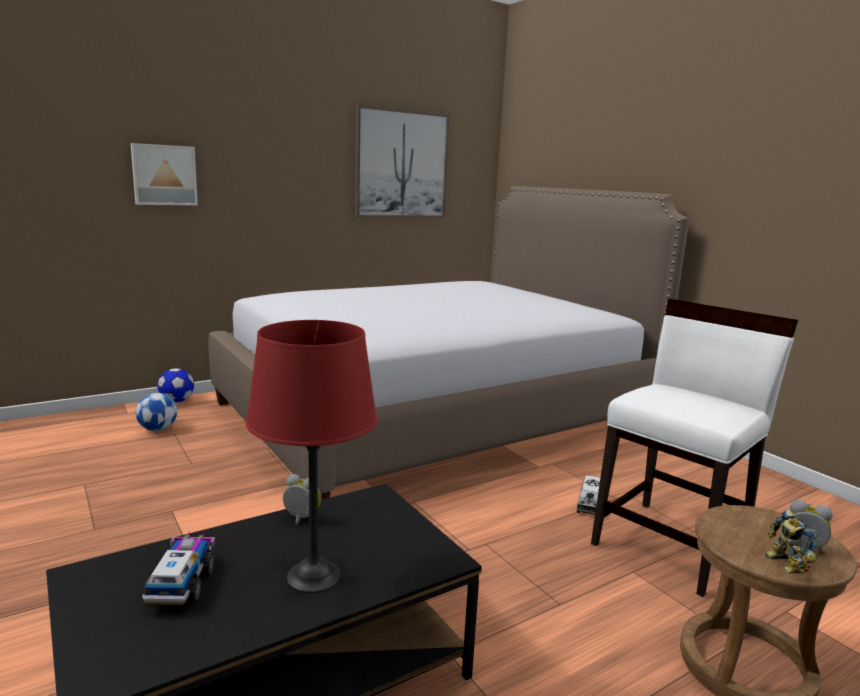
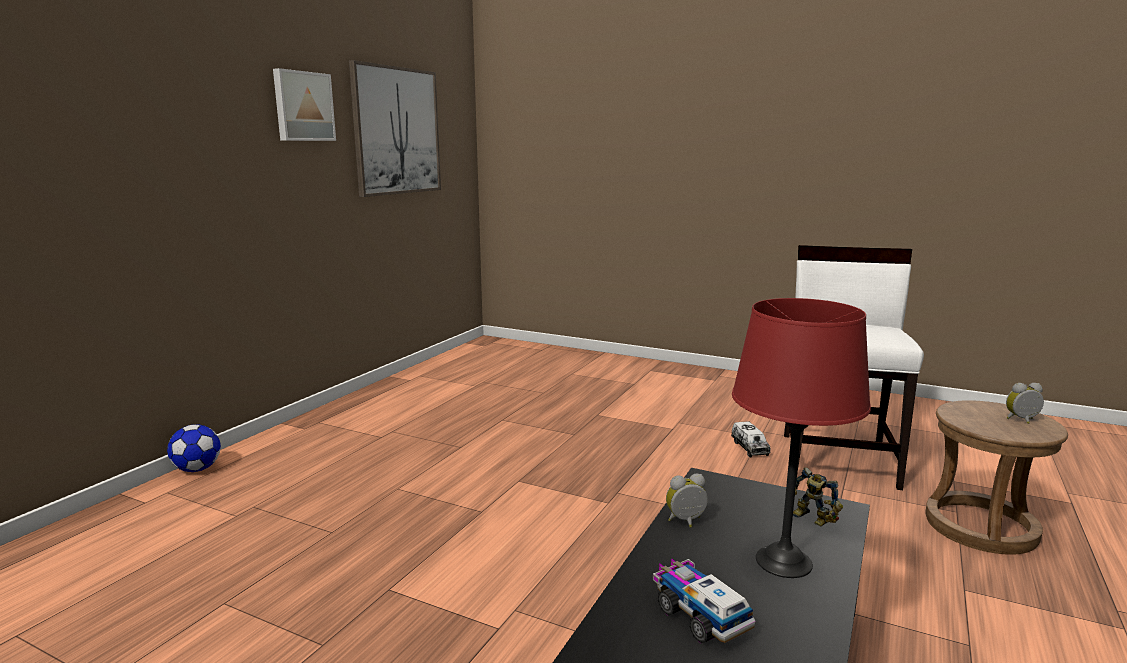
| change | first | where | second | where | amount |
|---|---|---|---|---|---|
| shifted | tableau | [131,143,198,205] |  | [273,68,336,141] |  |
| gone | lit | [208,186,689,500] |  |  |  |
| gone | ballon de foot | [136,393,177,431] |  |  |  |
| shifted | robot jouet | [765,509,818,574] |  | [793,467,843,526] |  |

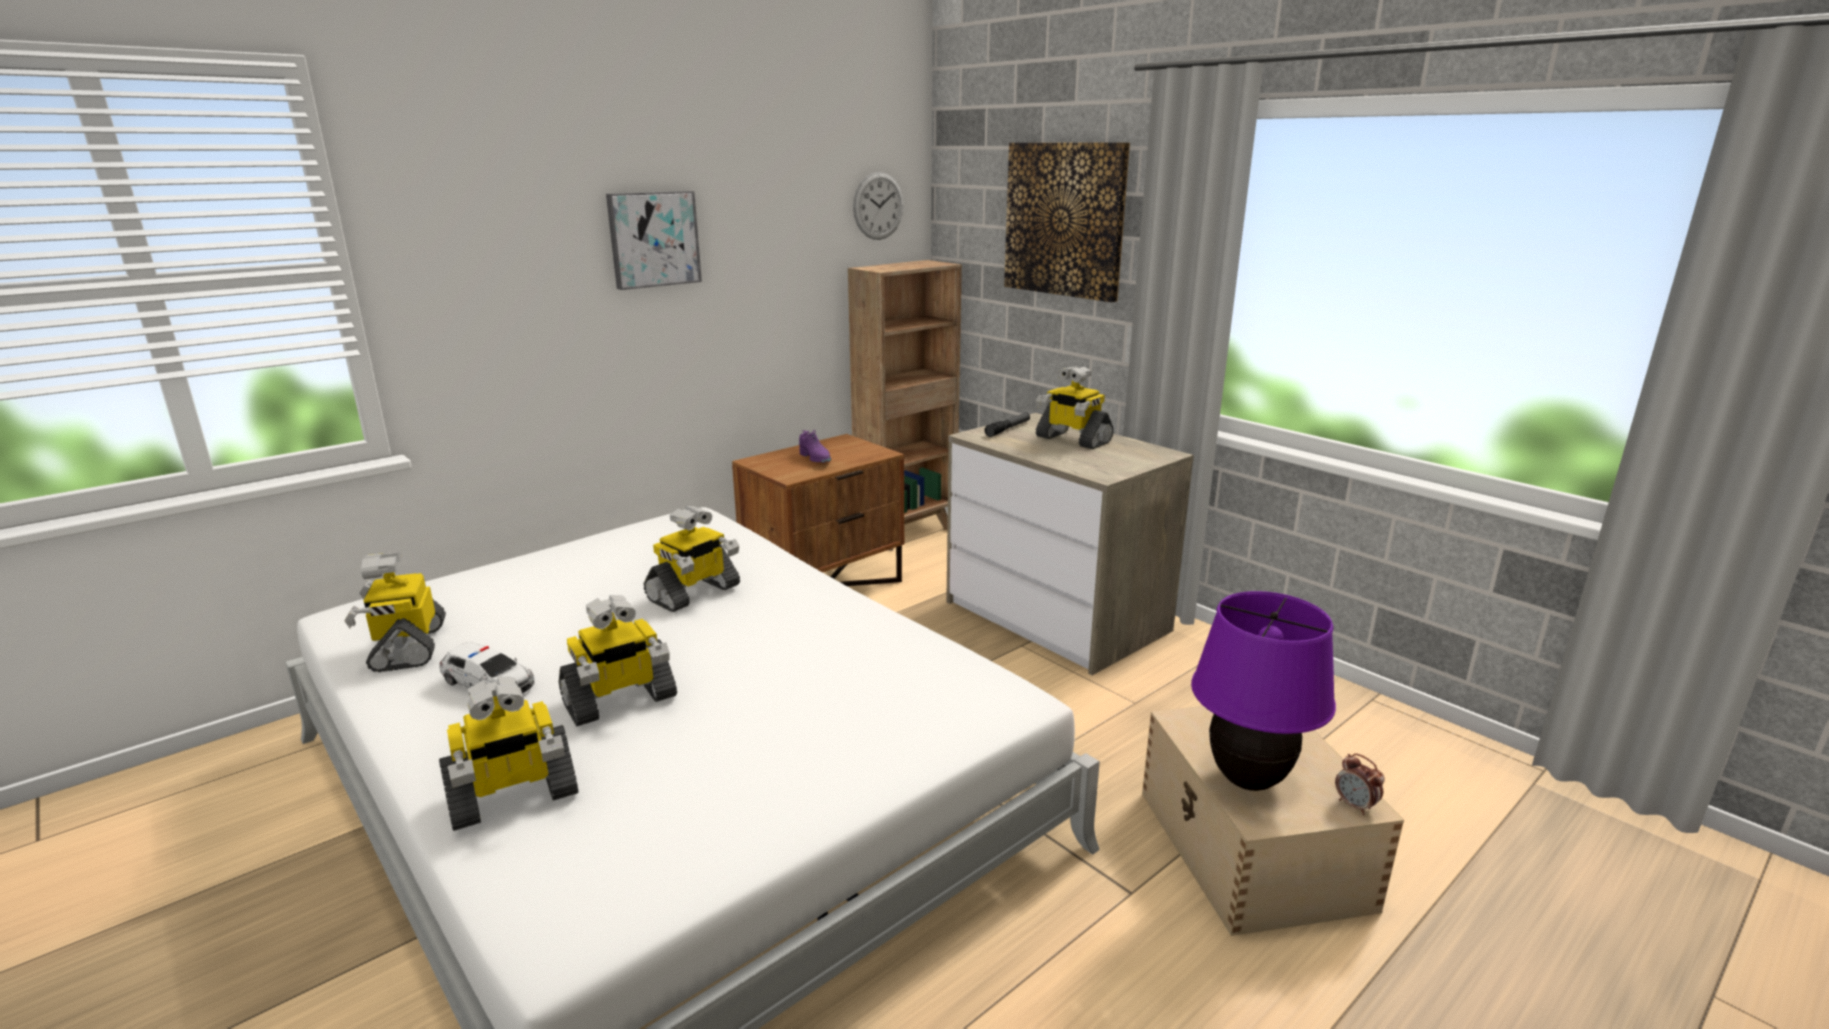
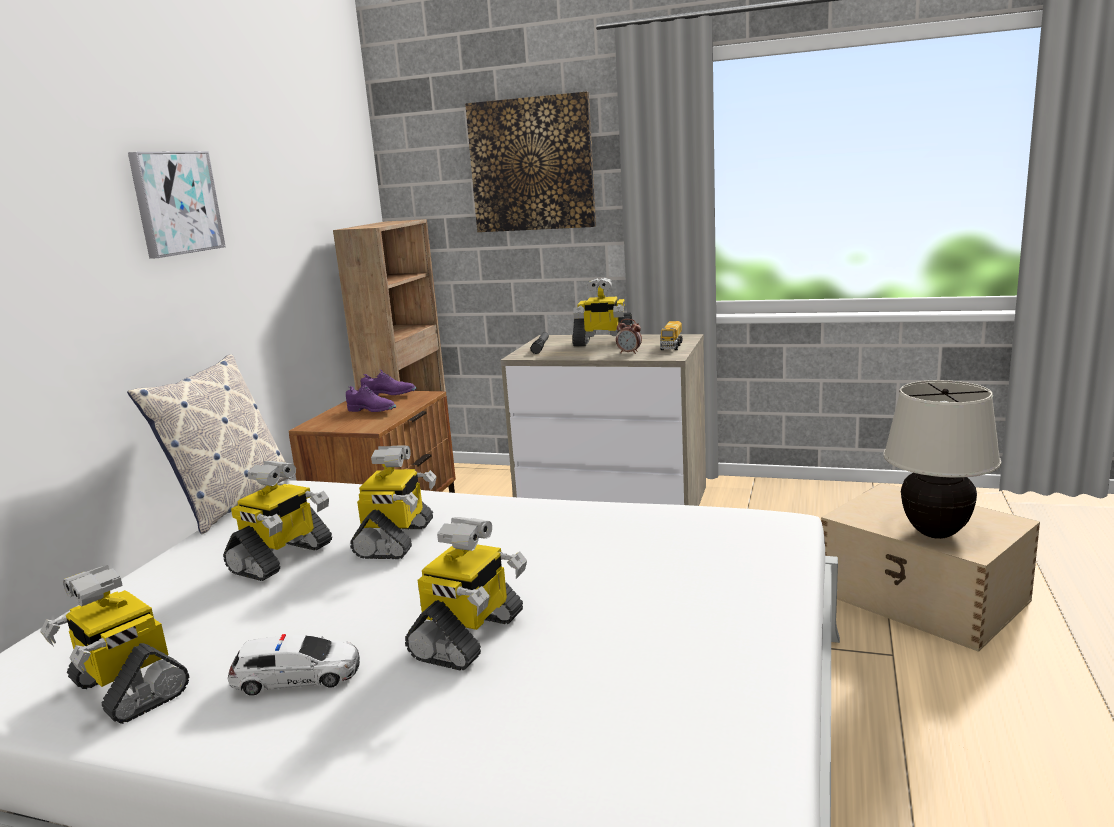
| change | first | where | second | where | amount |
|---|---|---|---|---|---|
| gone | horloge murale | [853,172,904,240] |  |  |  |
| repainted | lampe de table/violet | [1191,591,1336,791] | lampe de table/beige | [883,380,1001,539] |  |
| shifted | robot jouet | [439,676,578,831] |  | [223,461,332,581] |  |
| shifted | réveil | [1335,753,1385,815] |  | [616,319,642,354] |  |
| new |  |  | camion jouet | [660,321,682,350] |  |
| new |  |  | coussin | [127,354,293,534] |  |
| new |  |  | chaussure/violet | [361,369,417,395] |  |

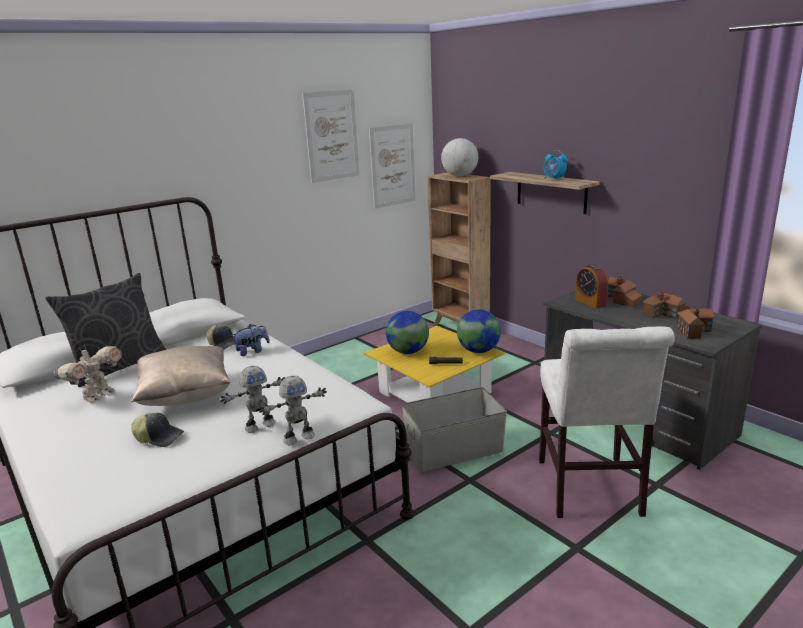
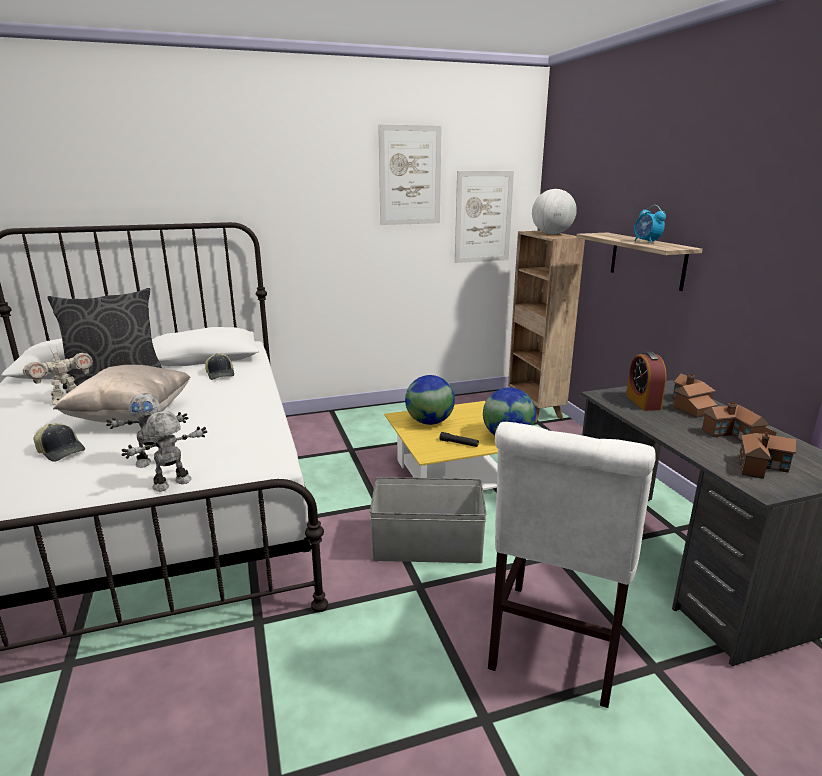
| change | first | where | second | where | amount |
|---|---|---|---|---|---|
| gone | peluche | [232,324,270,356] |  |  |  |
| rotated | robot jouet | [259,376,327,445] |  | [121,411,207,492] | 150 degrees clockwise |

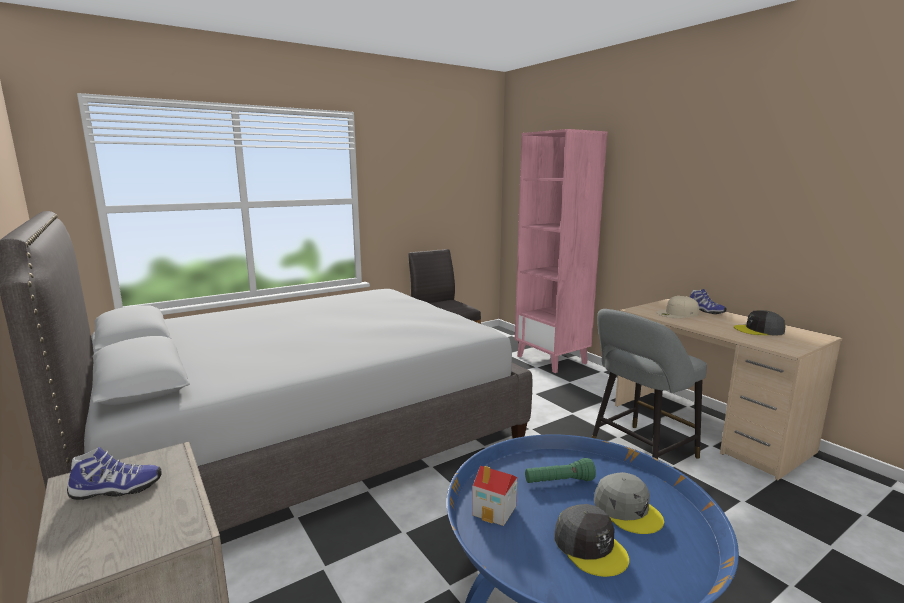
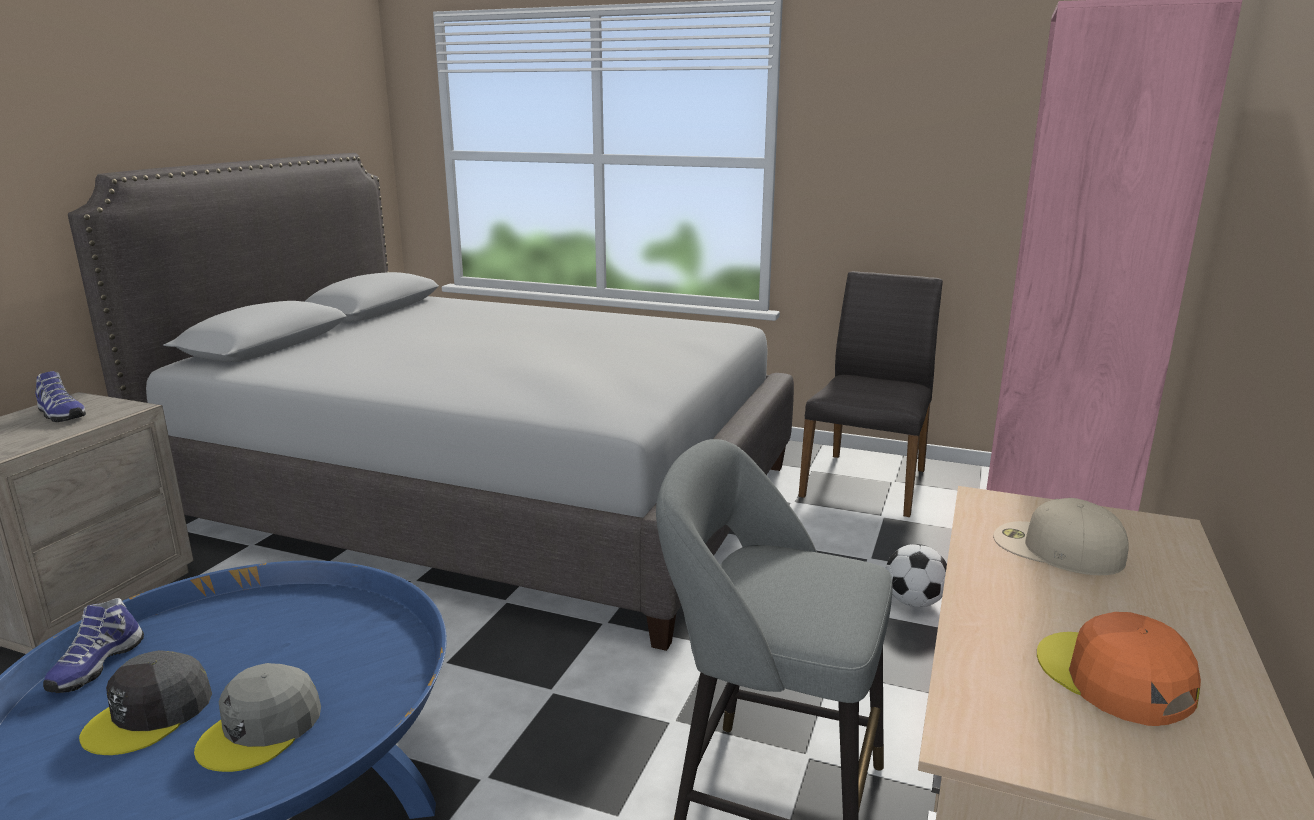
| change | first | where | second | where | amount |
|---|---|---|---|---|---|
| shifted | chaussure | [690,289,727,314] |  | [43,598,144,693] |  |
| repainted | casquette/gris | [734,310,785,336] | casquette/orange | [1037,612,1201,726] |  |
| gone | lampe de poche/vert | [525,458,596,483] |  |  |  |
| gone | maison miniature | [472,466,517,526] |  |  |  |
| new |  |  | ballon de foot | [885,544,947,607] |  |

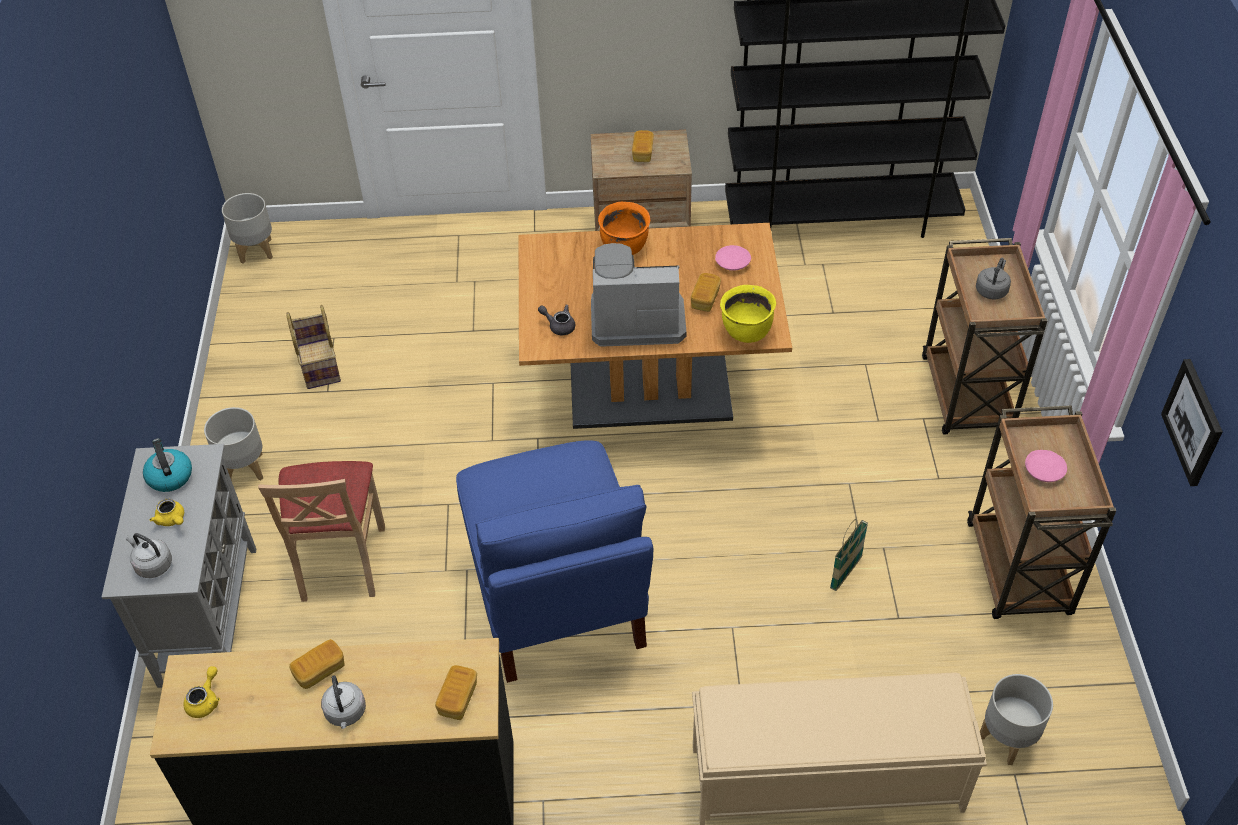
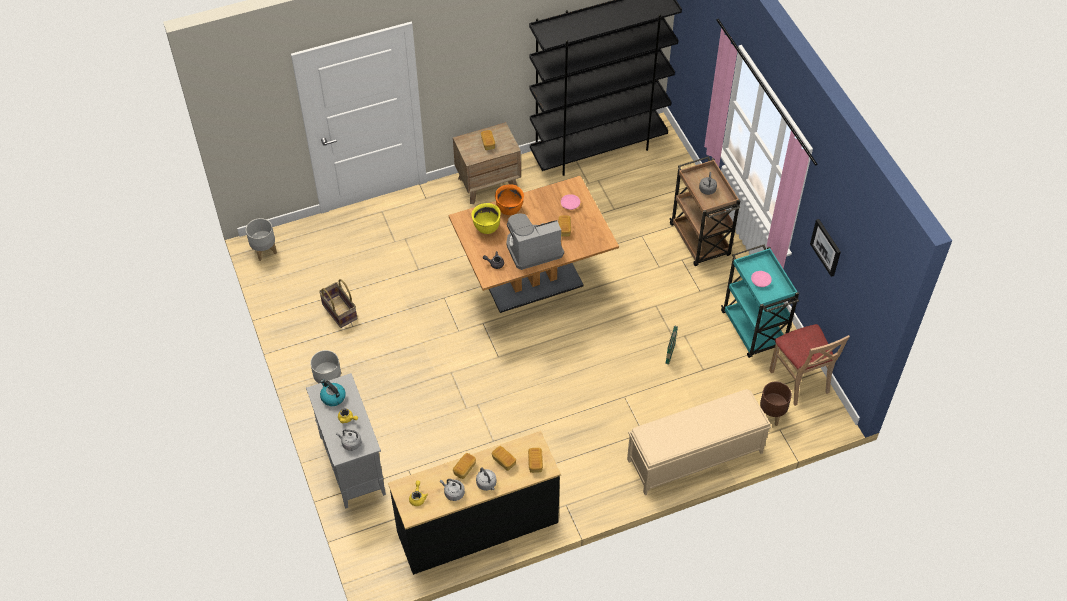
| change | first | where | second | where | amount |
|---|---|---|---|---|---|
| shifted | marmite/jaune | [720,285,776,343] |  | [471,203,501,234] |  |
| repainted | chariot/marron | [967,406,1116,619] | chariot/turquoise | [721,244,799,358] |  |
| gone | chaise/bleu | [456,441,654,683] |  |  |  |
| shifted | chaise/beige | [258,461,385,602] |  | [769,324,850,406] |  |
| repainted | cache-pot/gris | [980,674,1053,765] | cache-pot/marron | [760,381,792,426] |  |
| new |  |  | pain | [491,446,516,471] |  |
| new |  |  | bouilloire/gris | [440,479,465,501] |  |

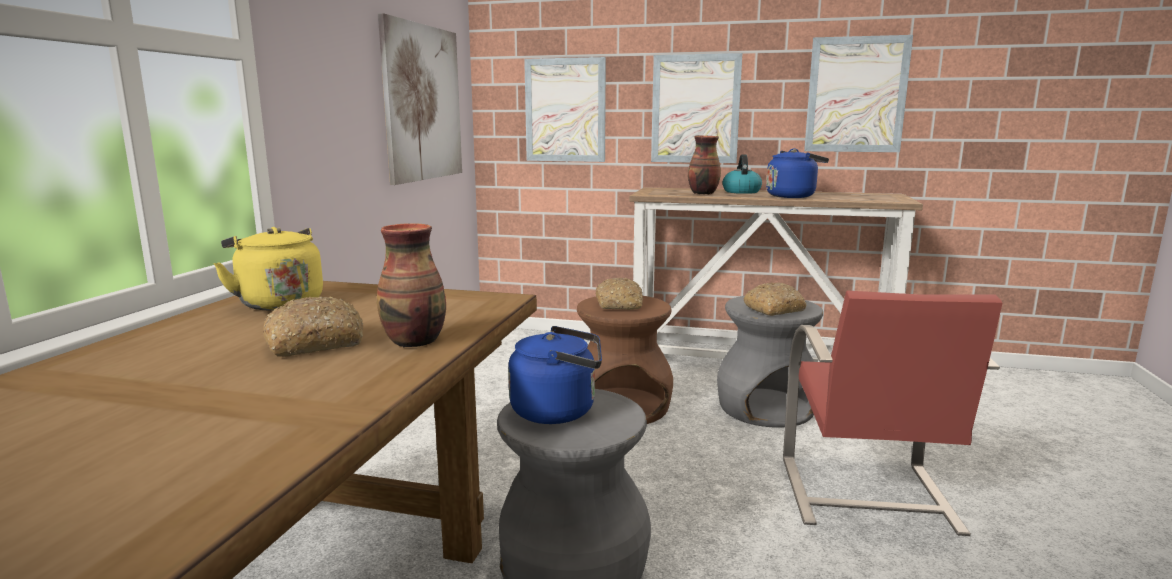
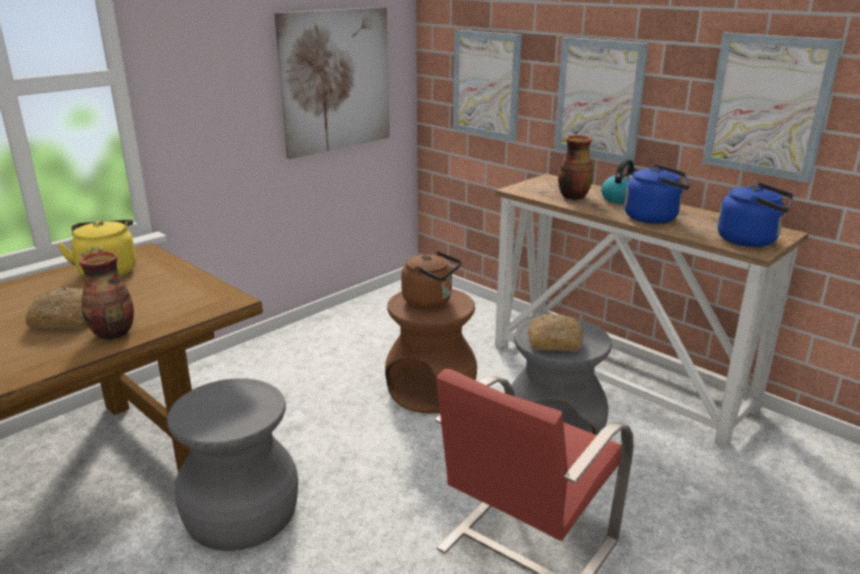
| change | first | where | second | where | amount |
|---|---|---|---|---|---|
| swapped | pain | [595,278,643,310] | bouilloire/marron | [401,251,462,308] |  |
| shifted | bouilloire/bleu | [508,326,602,424] |  | [718,183,793,247] |  |

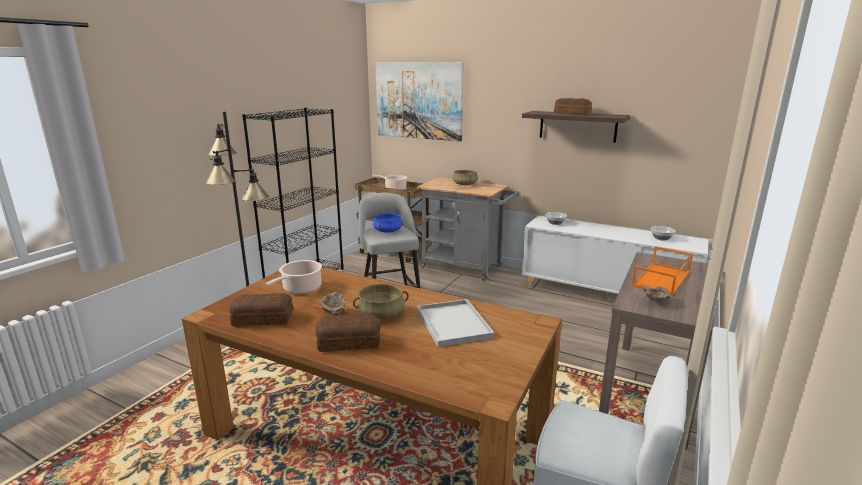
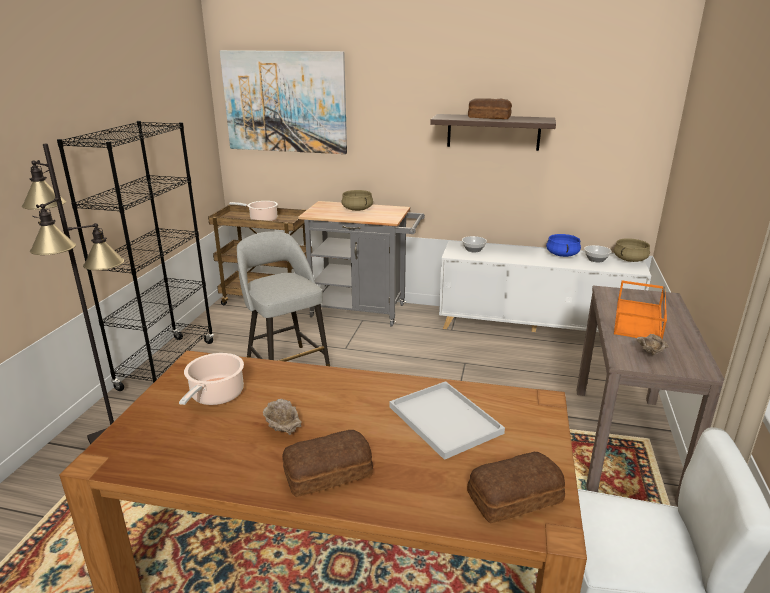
| change | first | where | second | where | amount |
|---|---|---|---|---|---|
| shifted | marmite/bleu | [373,213,402,233] |  | [546,234,581,257] |  |
| shifted | marmite/beige | [353,284,409,319] |  | [614,238,650,262] |  |
| shifted | pain | [229,293,293,326] |  | [467,452,565,524] |  |

